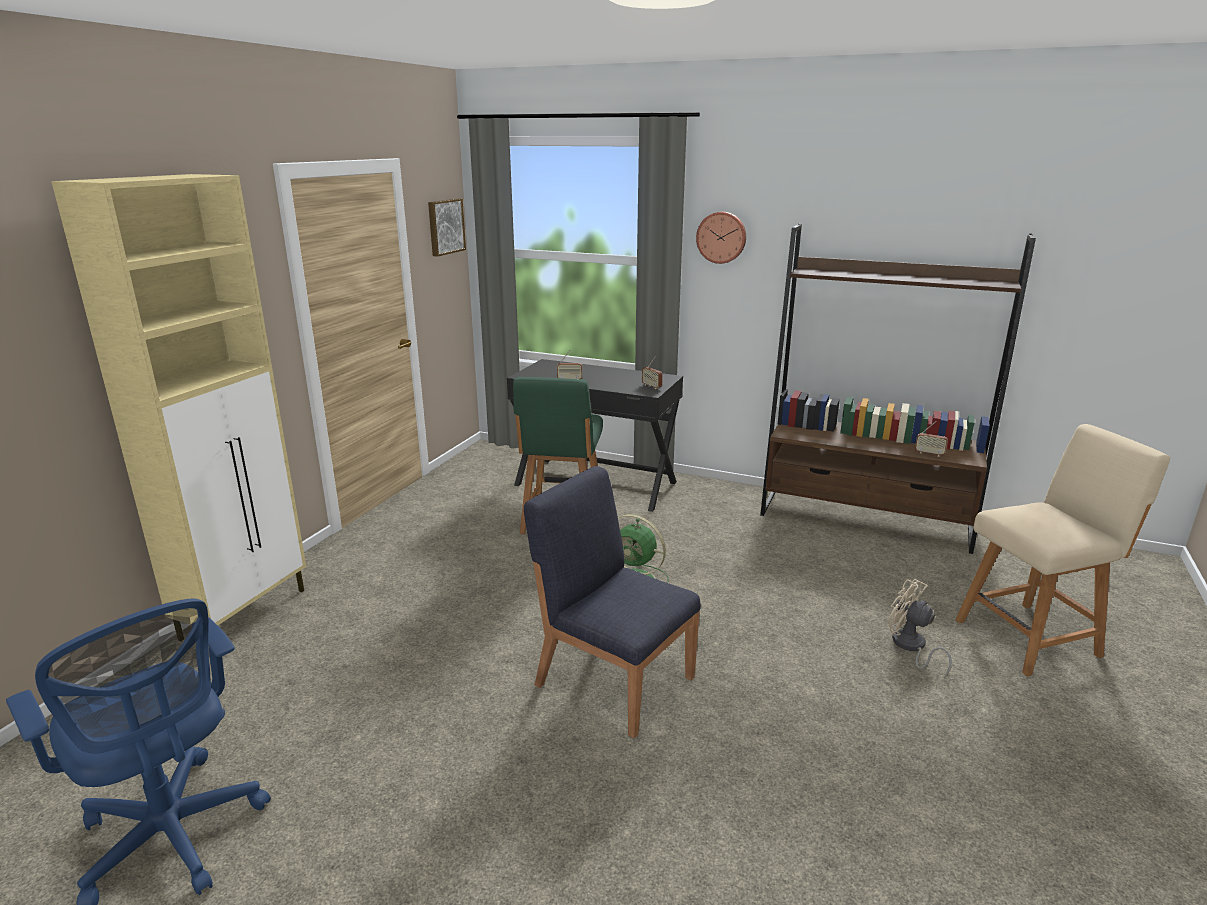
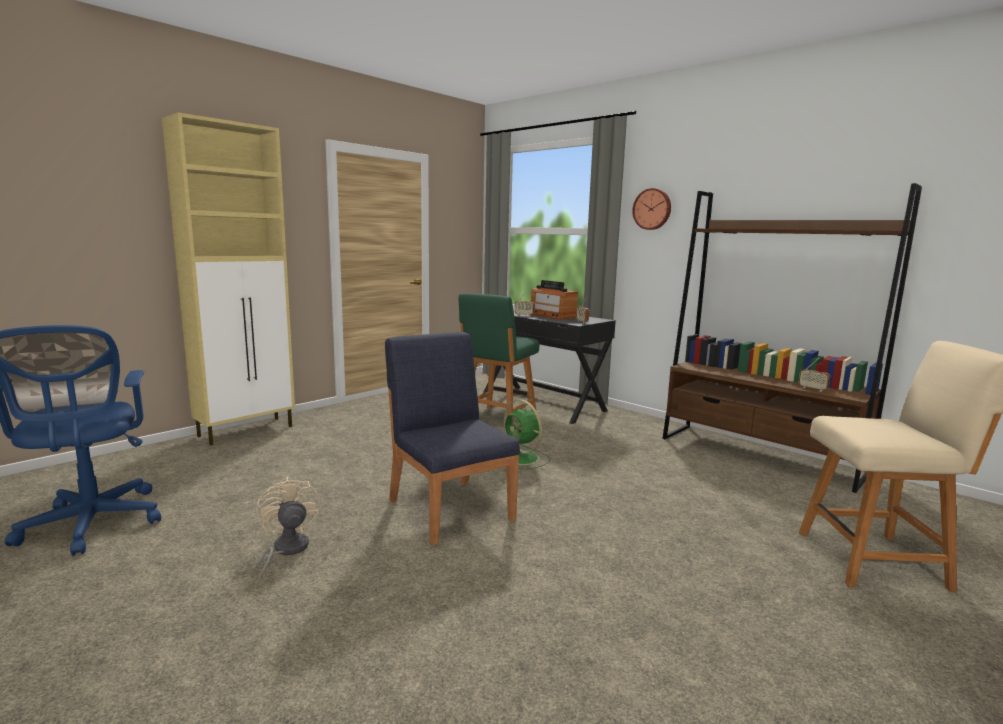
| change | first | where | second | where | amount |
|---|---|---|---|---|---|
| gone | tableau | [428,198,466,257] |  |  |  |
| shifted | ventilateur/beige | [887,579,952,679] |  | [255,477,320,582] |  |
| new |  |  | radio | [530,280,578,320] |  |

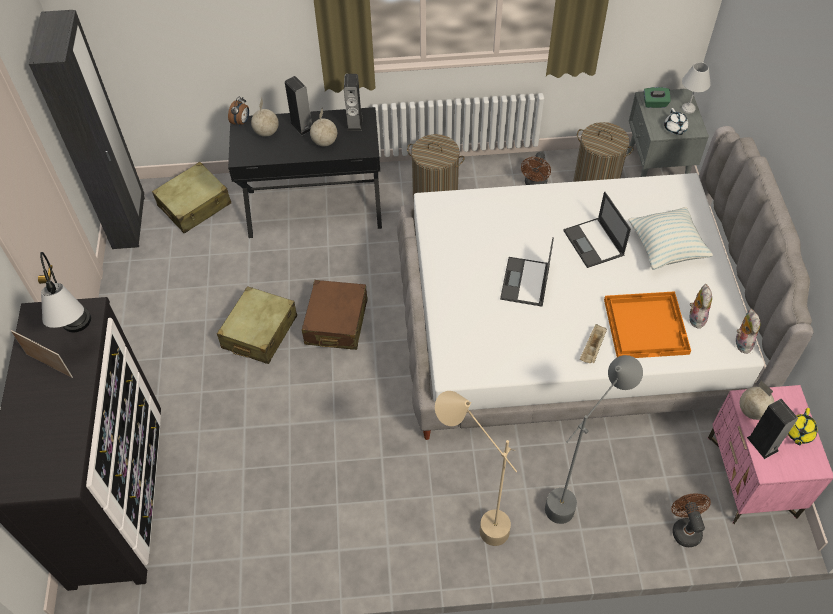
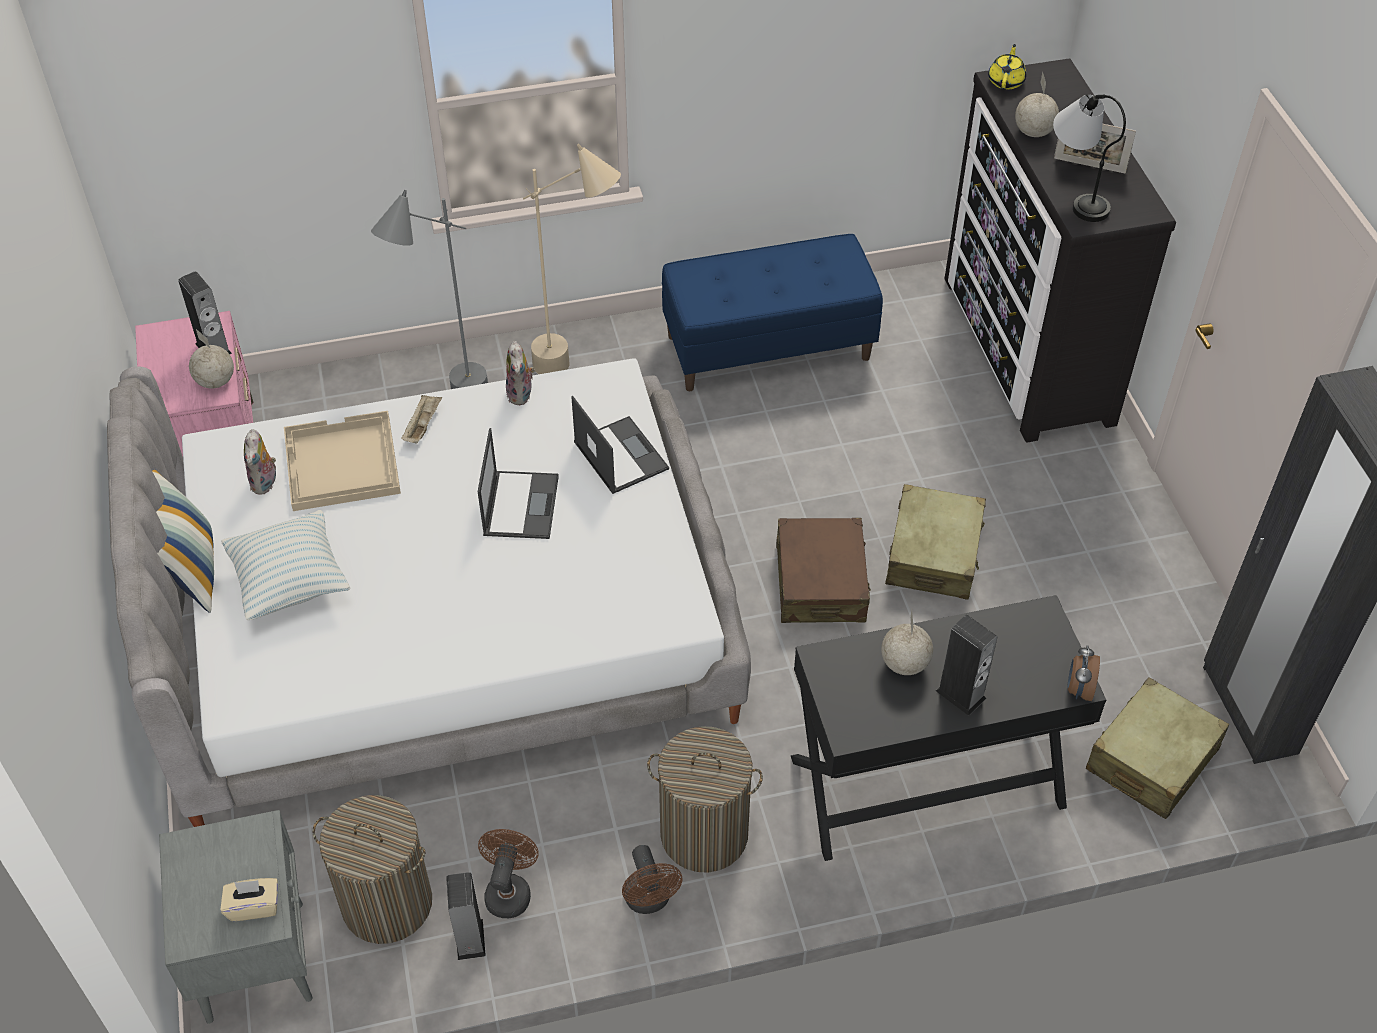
| change | first | where | second | where | amount |
|---|---|---|---|---|---|
| gone | lampe de table/blanc | [682,62,711,113] |  |  |  |
| shifted | enceinte | [344,74,362,131] |  | [446,872,486,960] |  |
| repainted | boîte à mouchoirs/vert | [644,87,671,108] | boîte à mouchoirs/beige | [220,878,278,921] |  |
| shifted | globe | [251,98,279,137] |  | [1015,71,1059,137] |  |
| gone | théière/blanc | [664,108,688,135] |  |  |  |
| shifted | ordinateur portable | [564,191,631,268] |  | [571,396,669,494] |  |
| repainted | plateau/orange | [604,291,691,358] | plateau/beige | [284,411,401,511] |  |
| shifted | peluche | [736,308,761,354] |  | [506,341,535,405] |  |
| shifted | théière/jaune | [788,408,817,445] |  | [988,44,1026,89] |  |
| shifted | ventilateur/marron | [671,494,711,547] |  | [622,845,683,914] |  |
| new |  |  | banc/bleu | [662,234,883,391] |  |
| new |  |  | coussin | [152,470,214,613] |  |

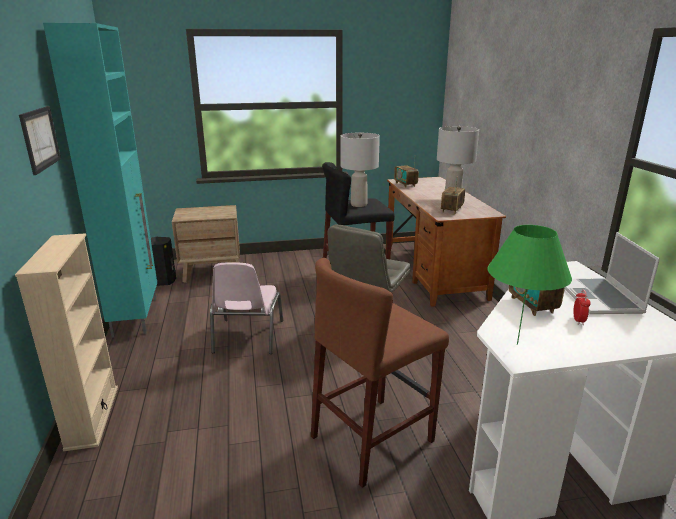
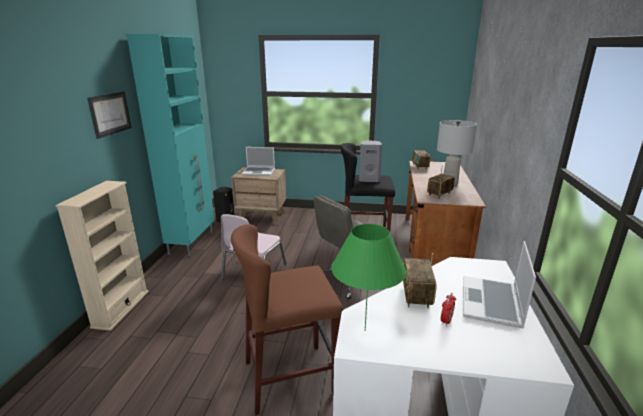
| change | first | where | second | where | amount |
|---|---|---|---|---|---|
| swapped | lampe de table/gris | [341,132,380,207] | enceinte/gris | [359,141,382,182] |  |
| new |  |  | ordinateur portable | [242,147,275,176] |  |

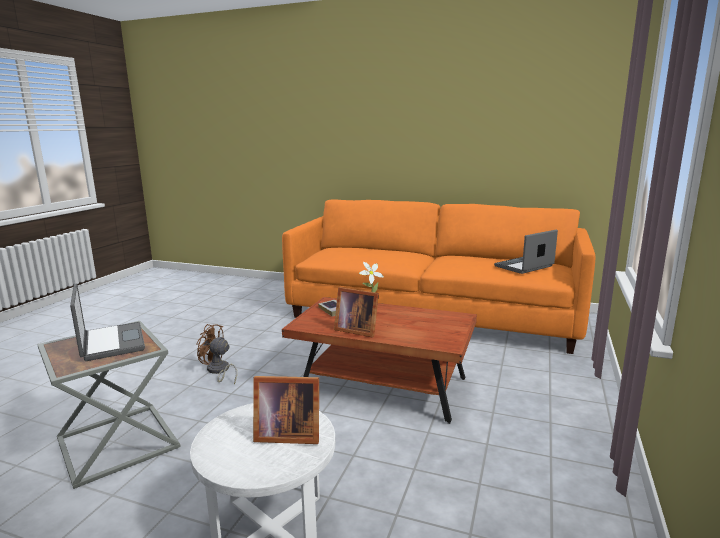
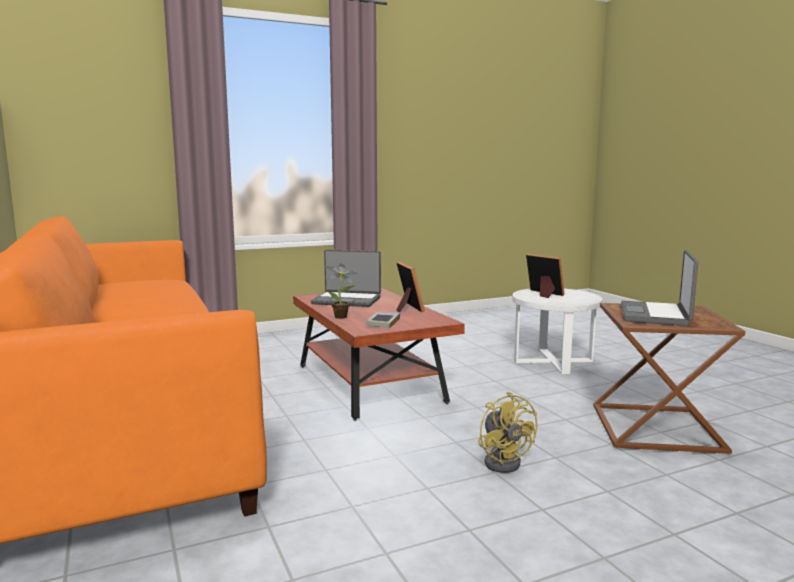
| change | first | where | second | where | amount |
|---|---|---|---|---|---|
| shifted | ordinateur portable | [494,230,558,274] |  | [311,250,381,307] |  |
| repainted | table d'appoint/gris | [37,321,181,489] | table d'appoint/marron | [593,303,746,454] |  |
| repainted | ventilateur/marron | [196,324,237,384] | ventilateur/jaune | [478,392,538,473] |  |

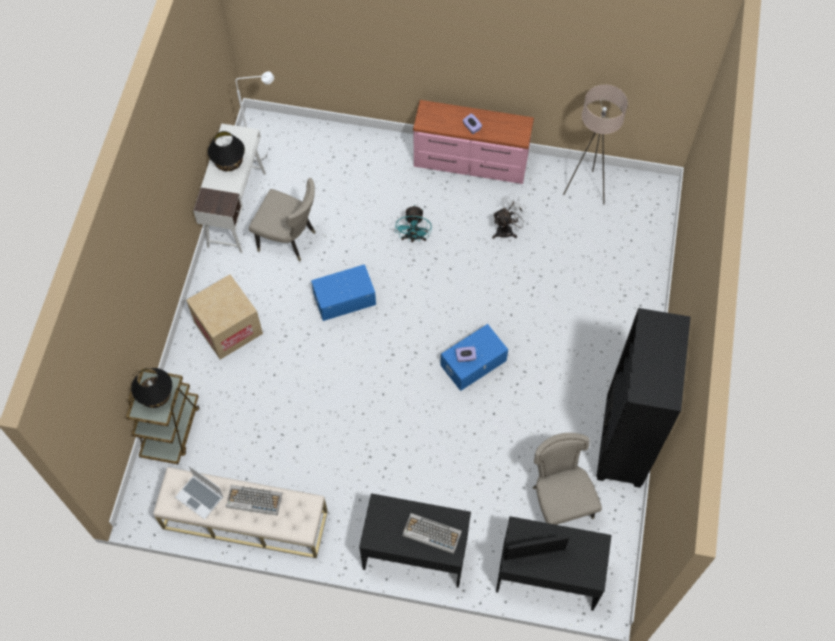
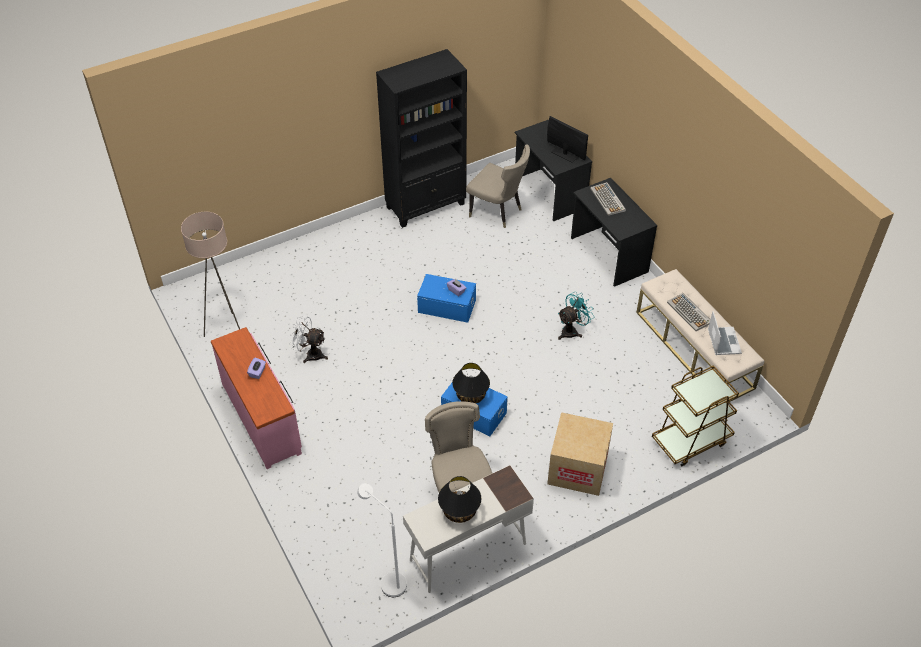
| change | first | where | second | where | amount |
|---|---|---|---|---|---|
| shifted | ventilateur/turquoise | [395,205,432,242] |  | [558,291,594,340] |  |
| shifted | lampe de table/noir | [131,368,172,408] |  | [452,363,490,404] |  |
| rotated | chaise/beige | [532,433,602,525] |  | [466,144,530,228] | 90 degrees counterclockwise |

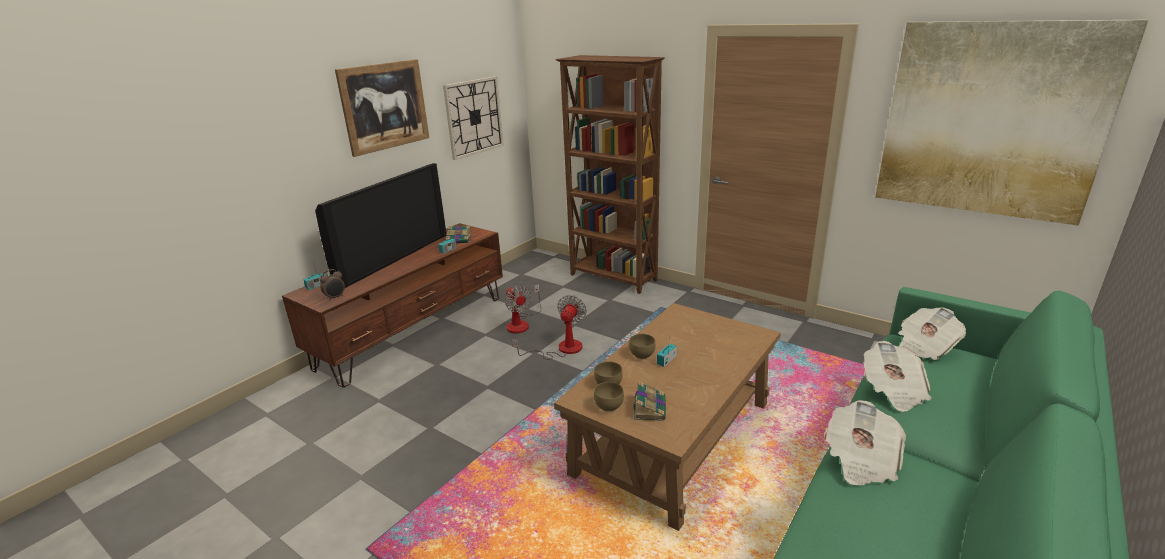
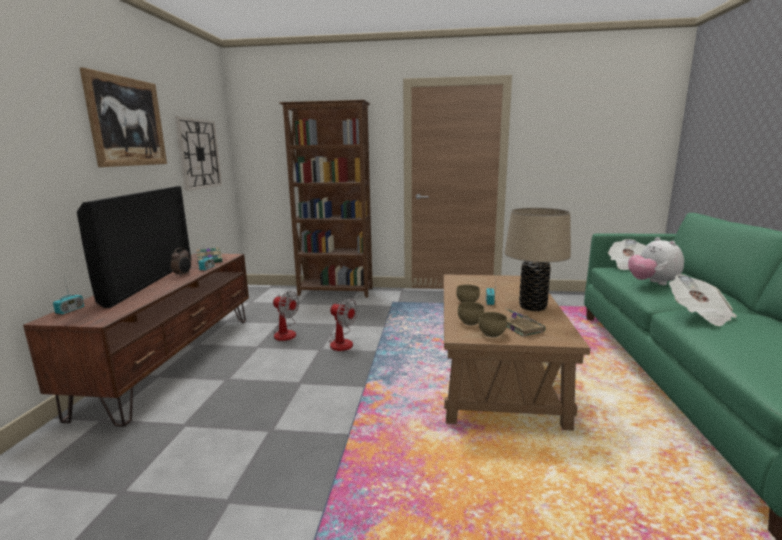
| change | first | where | second | where | amount |
|---|---|---|---|---|---|
| gone | tableau | [875,20,1148,226] |  |  |  |
| shifted | réveil | [320,269,345,301] |  | [171,248,191,277] |  |
| rotated | ventilateur | [512,295,587,360] |  | [329,298,358,351] | 135 degrees clockwise |
| swapped | journal | [864,341,932,412] | peluche | [628,237,684,285] |  |
| new |  |  | lampe de table/beige | [505,208,571,311] |  |

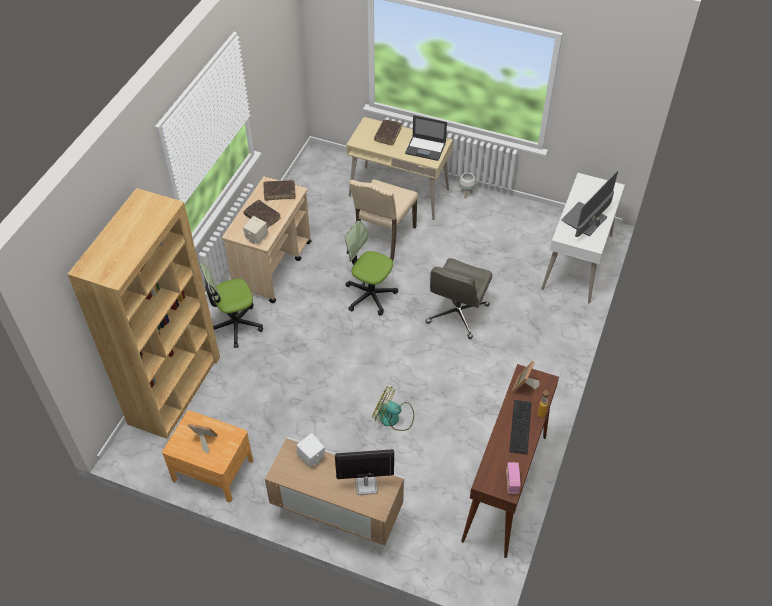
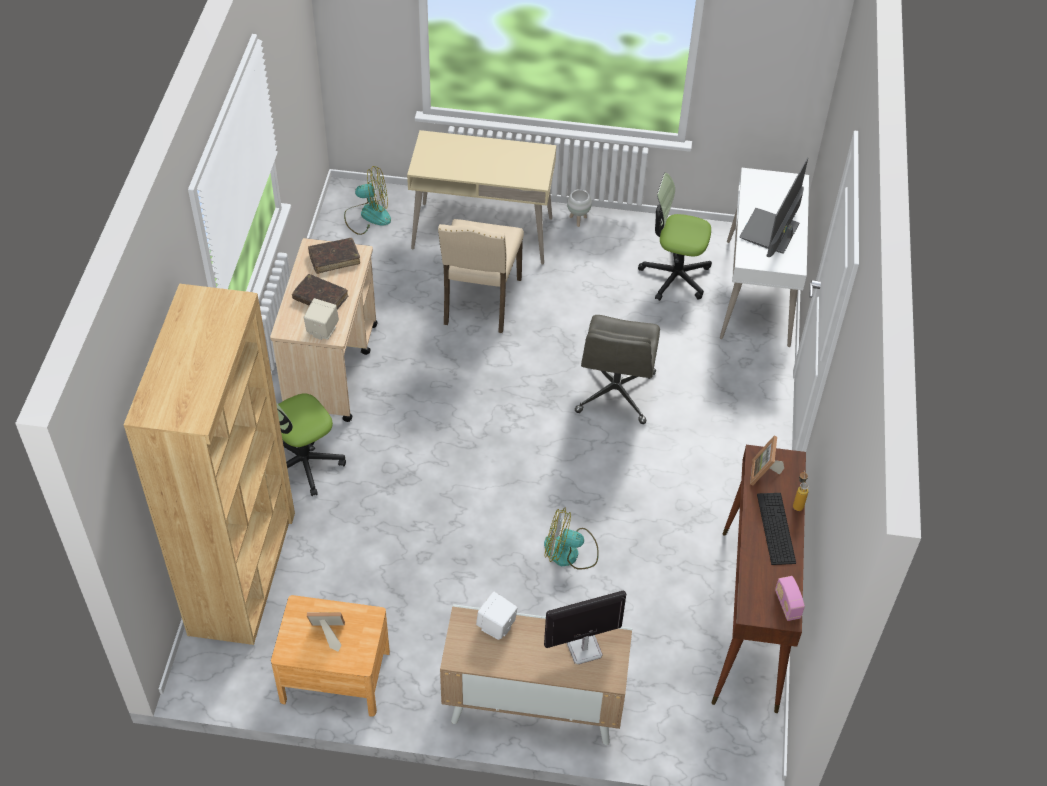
| change | first | where | second | where | amount |
|---|---|---|---|---|---|
| gone | ordinateur portable | [405,115,447,161] |  |  |  |
| gone | livre/marron | [374,120,402,145] |  |  |  |
| shifted | chaise de bureau | [345,221,398,315] |  | [638,173,712,301] |  |
| new |  |  | ventilateur | [344,166,391,235] |  |

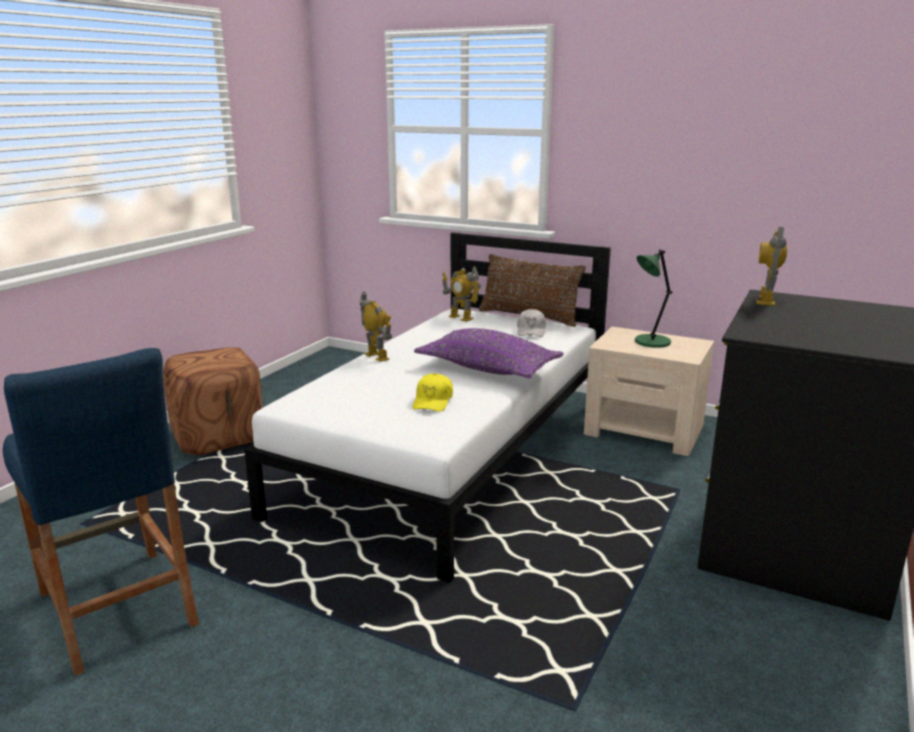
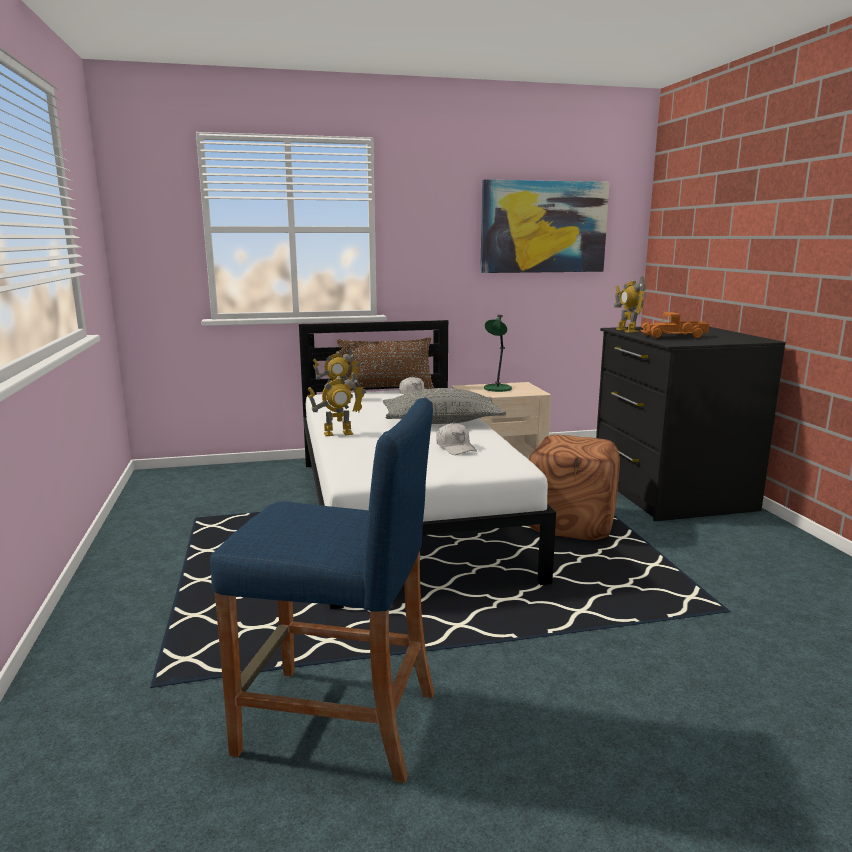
| change | first | where | second | where | amount |
|---|---|---|---|---|---|
| rotated | robot jouet | [360,292,392,362] |  | [307,372,366,436] | 150 degrees clockwise |
| repainted | coussin/violet | [414,328,564,378] | coussin/gris | [383,388,506,424] |  |
| shifted | pouf/marron | [163,347,263,455] |  | [528,435,620,540] |  |
| repainted | casquette/jaune | [412,373,453,412] | casquette/blanc | [436,423,477,455] |  |
| new |  |  | tableau | [480,180,610,273] |  |
| new |  |  | camion jouet | [640,312,709,338] |  |

